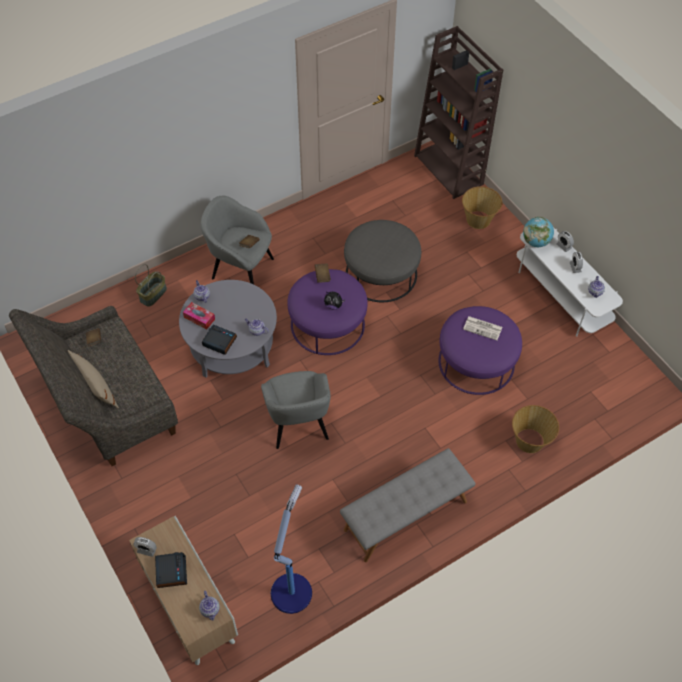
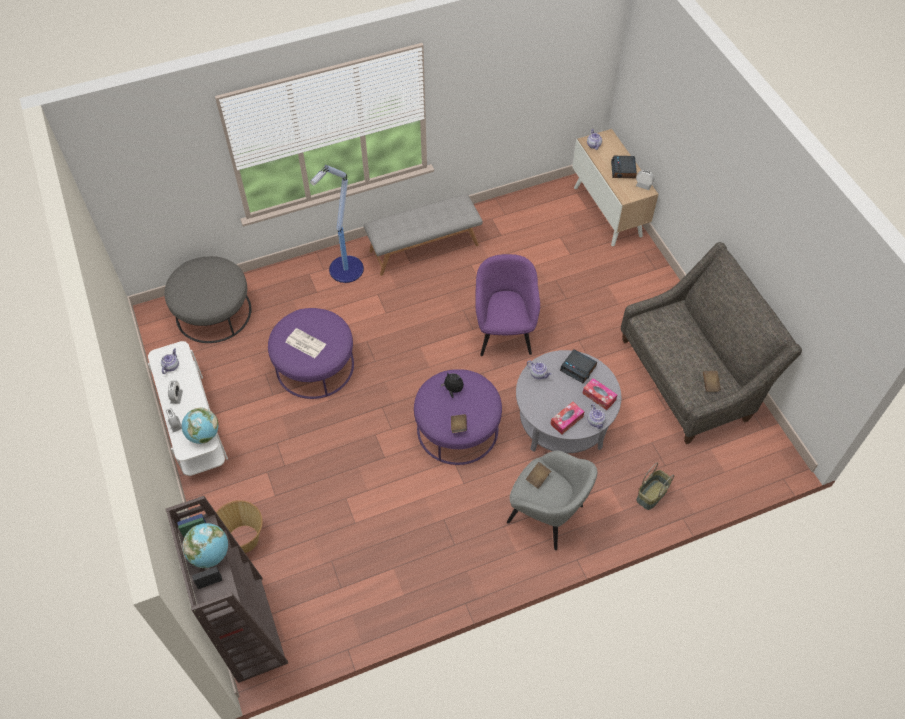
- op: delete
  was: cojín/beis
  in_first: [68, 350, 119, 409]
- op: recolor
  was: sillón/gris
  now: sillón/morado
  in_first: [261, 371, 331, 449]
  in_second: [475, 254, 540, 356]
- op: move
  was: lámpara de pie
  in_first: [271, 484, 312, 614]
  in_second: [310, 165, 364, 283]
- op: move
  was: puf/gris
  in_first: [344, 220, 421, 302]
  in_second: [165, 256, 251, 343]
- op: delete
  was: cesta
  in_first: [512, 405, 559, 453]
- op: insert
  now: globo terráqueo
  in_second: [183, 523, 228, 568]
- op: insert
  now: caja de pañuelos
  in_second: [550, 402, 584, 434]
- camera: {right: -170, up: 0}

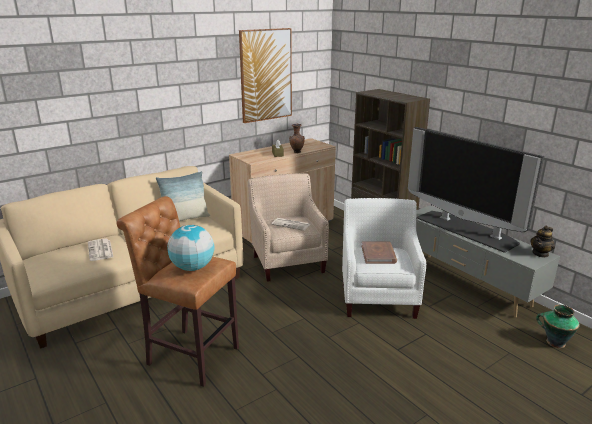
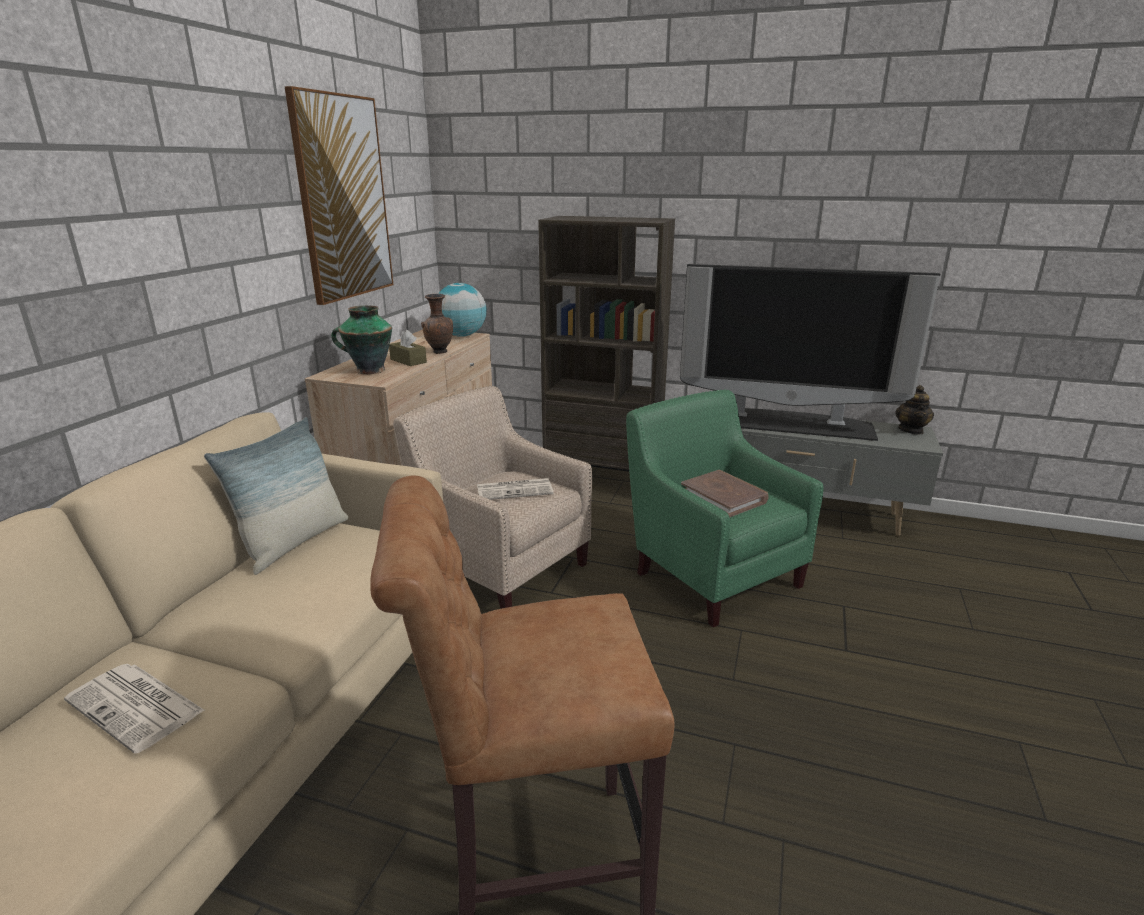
- op: move
  was: globo terráqueo
  in_first: [167, 225, 214, 271]
  in_second: [438, 283, 487, 337]
- op: recolor
  was: sillón/blanco
  now: sillón/verde
  in_first: [342, 198, 426, 319]
  in_second: [626, 389, 823, 628]
- op: move
  was: florero
  in_first: [536, 305, 580, 348]
  in_second: [331, 305, 392, 374]
- camera: {right: -35, up: 0}

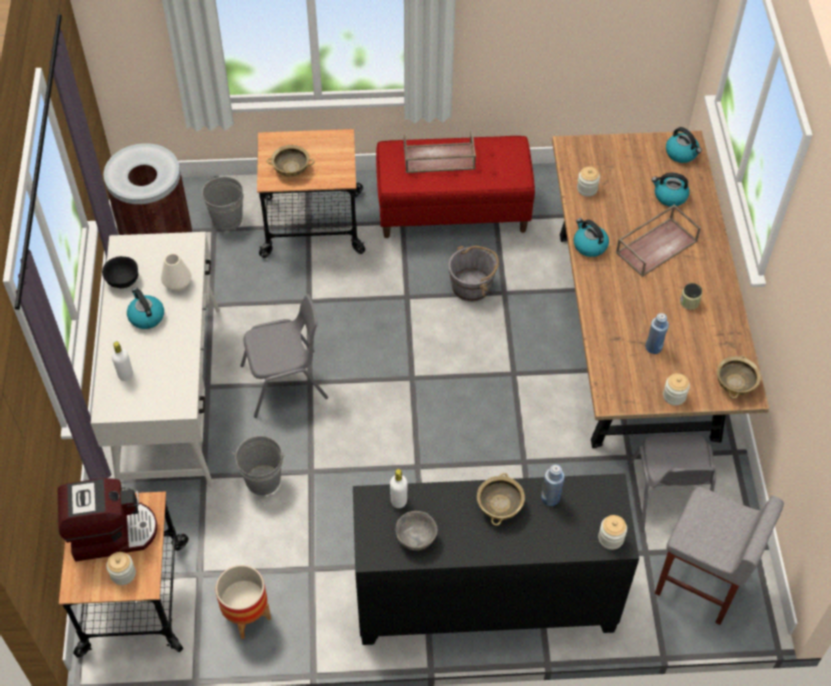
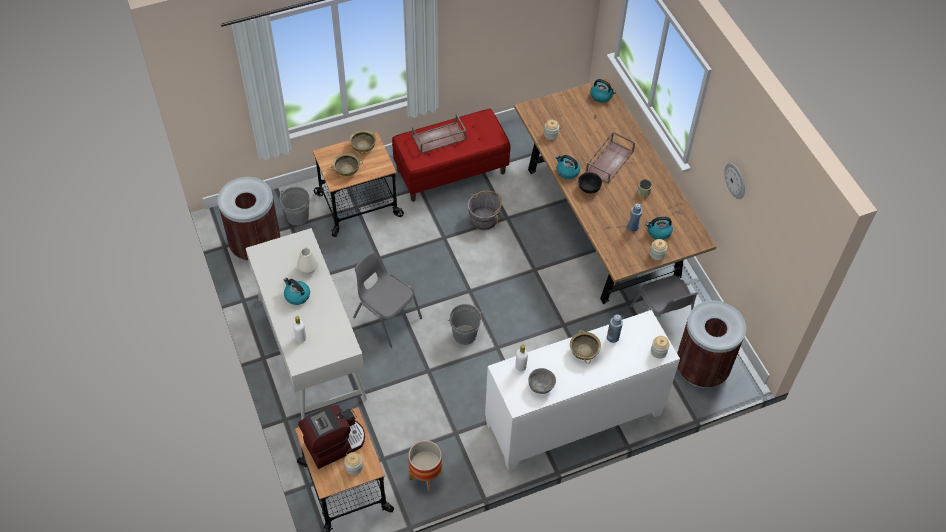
- op: move
  was: cuenco/negro
  in_first: [102, 256, 138, 288]
  in_second: [578, 172, 602, 194]
- op: move
  was: cubo/gris
  in_first: [232, 435, 286, 495]
  in_second: [447, 304, 482, 345]
- op: rotate
  was: silla/gris
  in_first: [241, 294, 328, 418]
  in_second: [353, 251, 422, 348]
  clockwise: -105
- op: recolor
  was: armario/negro
  now: armario/blanco
  in_first: [353, 474, 639, 645]
  in_second: [485, 310, 680, 471]
- op: move
  was: hervidor
  in_first: [651, 173, 689, 207]
  in_second: [645, 217, 673, 240]
- op: replace
  was: taburete/gris
  now: papelera/marrón
  in_first: [655, 487, 784, 625]
  in_second: [677, 300, 746, 388]
- op: move
  was: cuenco/beis
  in_first: [717, 355, 761, 399]
  in_second: [349, 129, 376, 154]
- op: insert
  now: reloj de pared
  in_second: [724, 163, 745, 199]
- camera: {right: -20, up: 0}

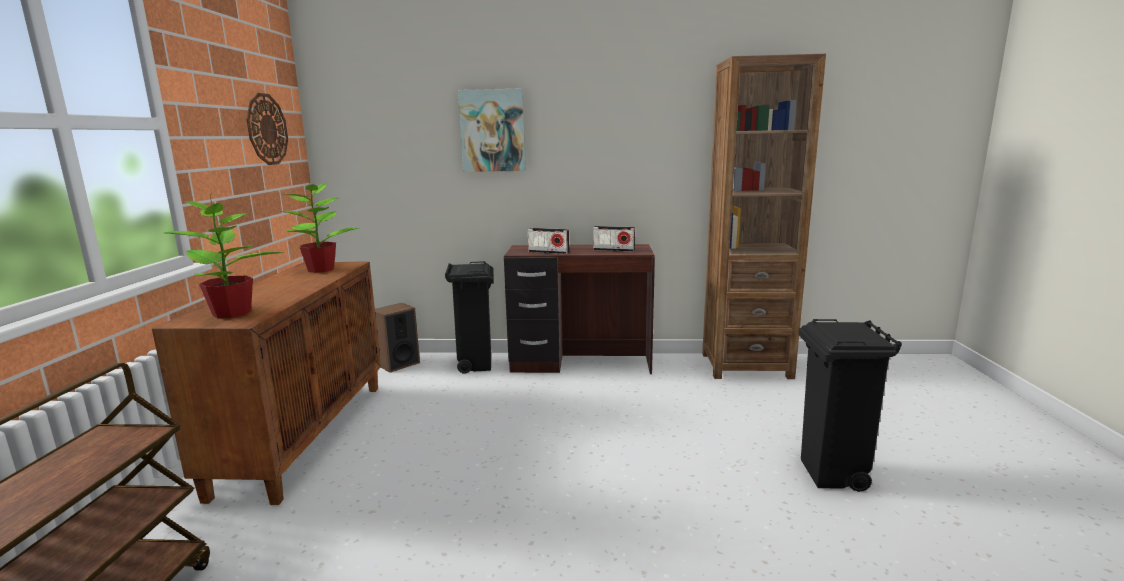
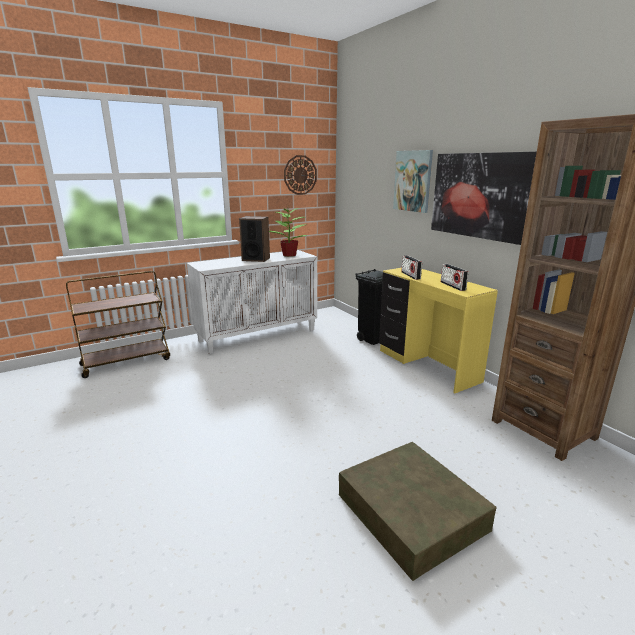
- op: recolor
  was: armario/marrón
  now: armario/blanco
  in_first: [152, 262, 381, 505]
  in_second: [187, 250, 317, 354]
- op: delete
  was: planta en maceta
  in_first: [165, 196, 283, 319]
- op: move
  was: altavoz
  in_first: [375, 303, 420, 373]
  in_second: [239, 216, 270, 262]
- op: recolor
  was: escritorio/marrón
  now: escritorio/amarillo
  in_first: [504, 244, 655, 374]
  in_second: [379, 268, 498, 394]
- op: replace
  was: papelera/negro
  now: caja de almacenaje/marrón
  in_first: [798, 319, 902, 492]
  in_second: [339, 442, 497, 581]
- op: insert
  now: cuadro
  in_second: [431, 152, 537, 245]
- camera: {right: 55, up: 5}

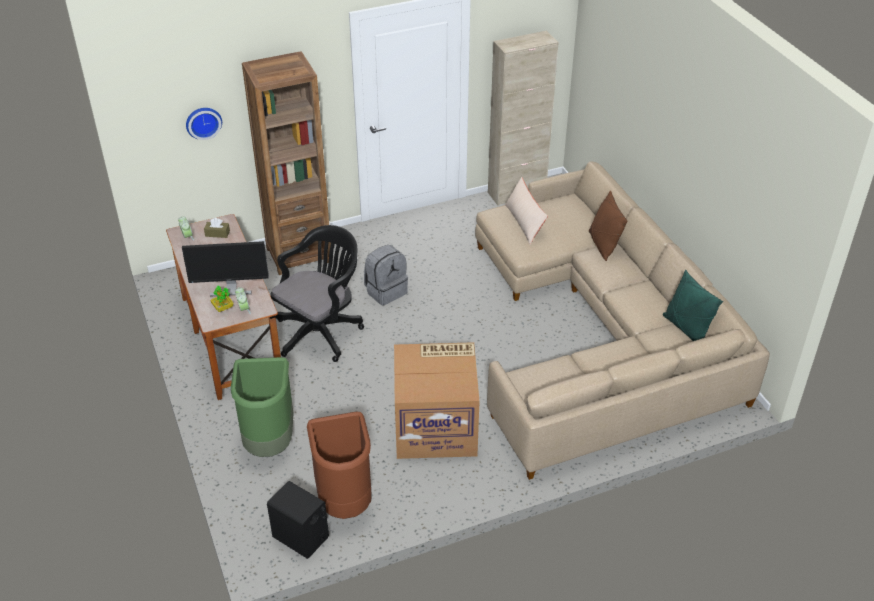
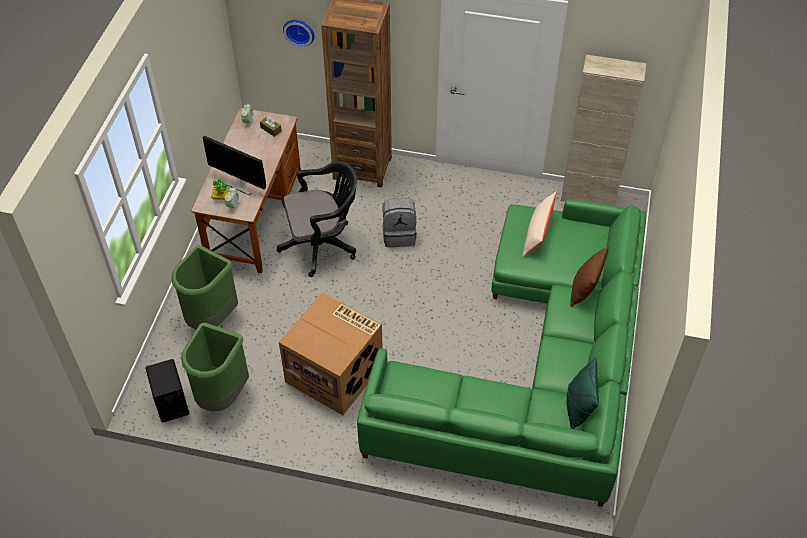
- op: recolor
  was: papelera/marrón
  now: papelera/verde
  in_first: [307, 412, 372, 519]
  in_second: [181, 323, 249, 411]
- op: recolor
  was: sofá/beis
  now: sofá/verde
  in_first: [475, 161, 770, 480]
  in_second: [357, 199, 646, 507]
- camera: {right: 35, up: 10}

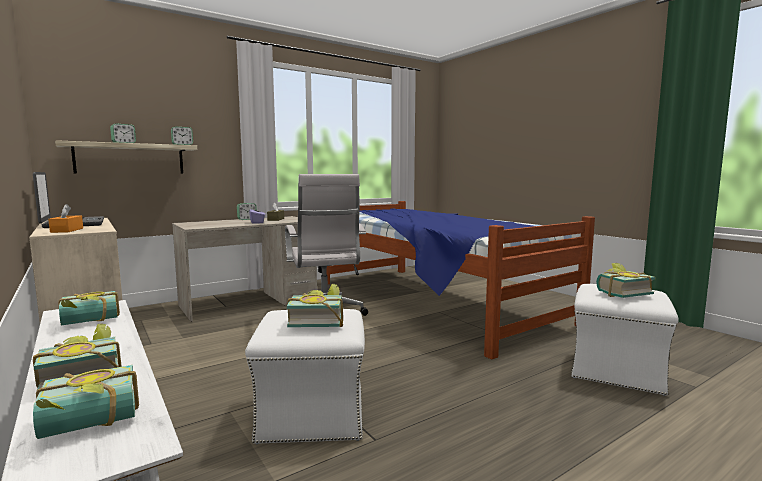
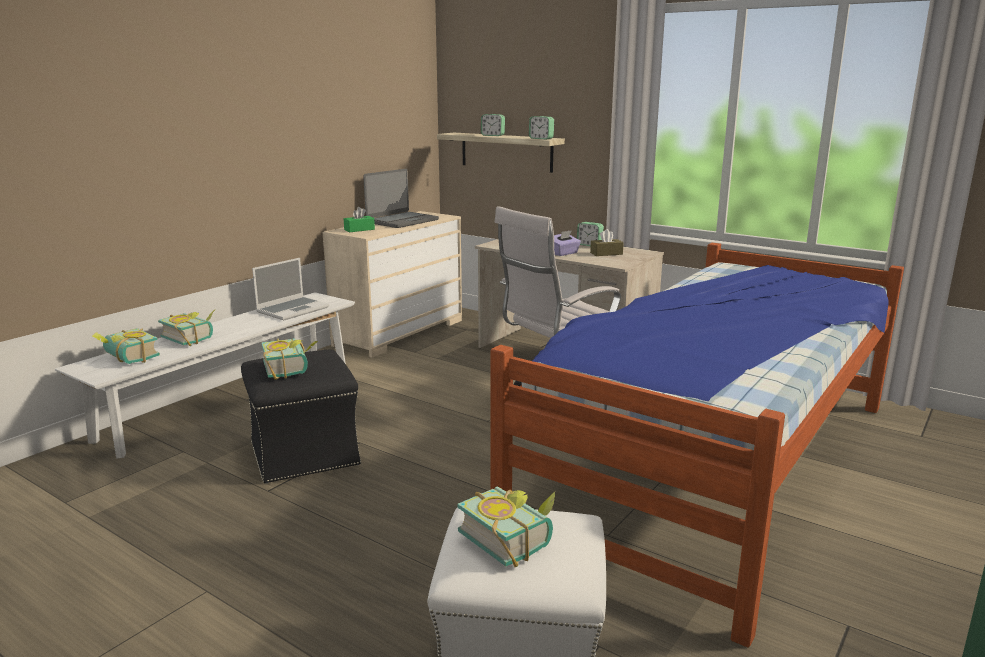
- op: recolor
  was: caja de pañuelos/naranja
  now: caja de pañuelos/verde
  in_first: [48, 204, 83, 233]
  in_second: [344, 207, 375, 232]
- op: replace
  was: libro
  now: portátil
  in_first: [58, 291, 120, 326]
  in_second: [252, 258, 329, 320]
- op: recolor
  was: puf/blanco
  now: puf/negro
  in_first: [245, 309, 365, 444]
  in_second: [241, 350, 361, 483]
- camera: {right: 70, up: 10}

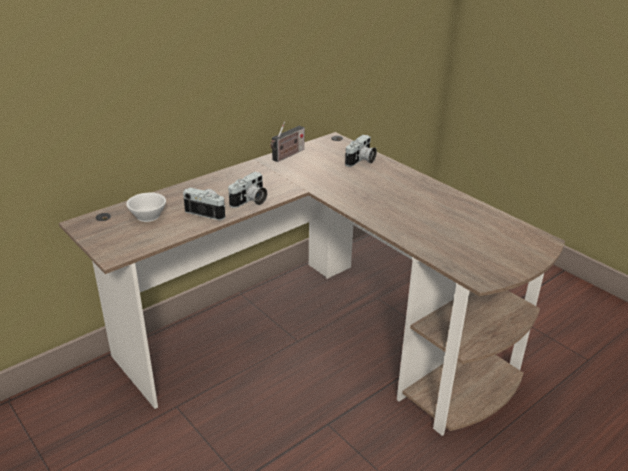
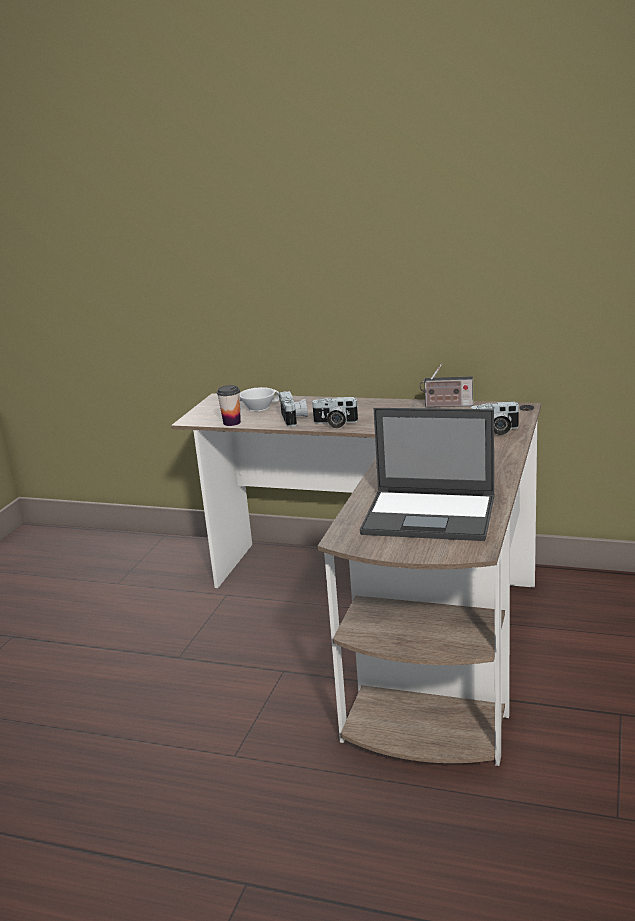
- op: insert
  now: taza
  in_second: [217, 385, 241, 426]
- op: insert
  now: portátil
  in_second: [360, 408, 494, 541]
- camera: {right: 60, up: -10}

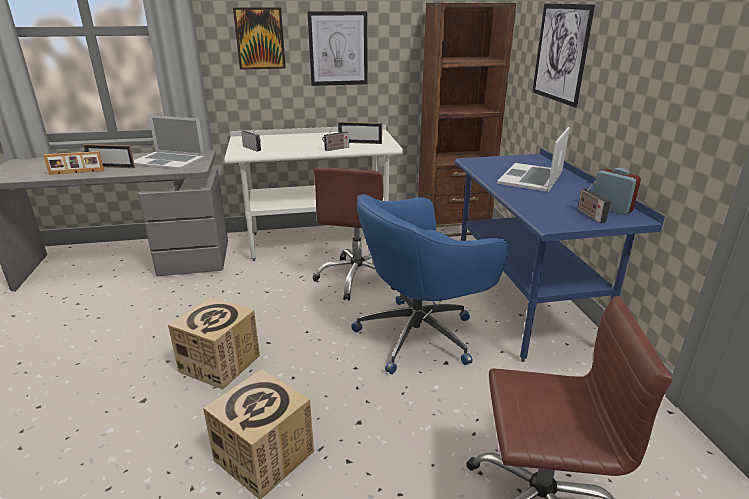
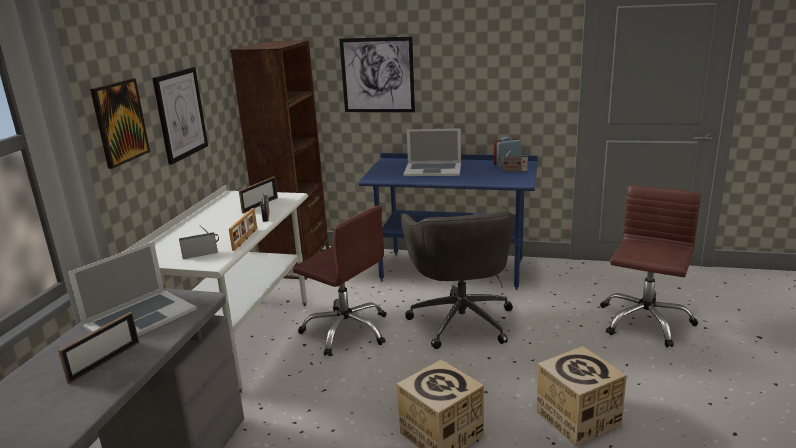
- op: move
  was: portarretratos
  in_first: [43, 151, 104, 175]
  in_second: [229, 208, 257, 251]
- op: recolor
  was: silla de oficina/azul
  now: silla de oficina/gris
  in_first: [351, 194, 508, 374]
  in_second: [401, 206, 514, 349]
- op: rotate
  was: portátil
  in_first: [497, 127, 570, 192]
  in_second: [404, 128, 461, 176]
  clockwise: -45
- camera: {right: -65, up: -5}

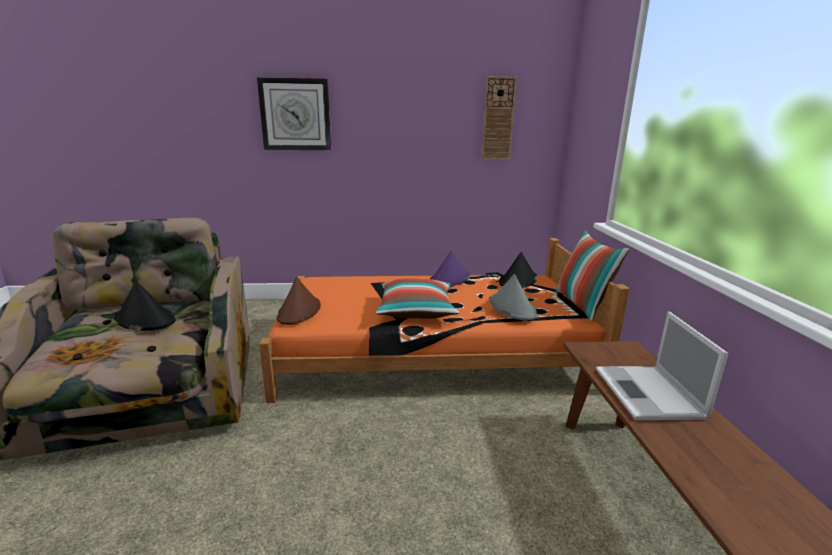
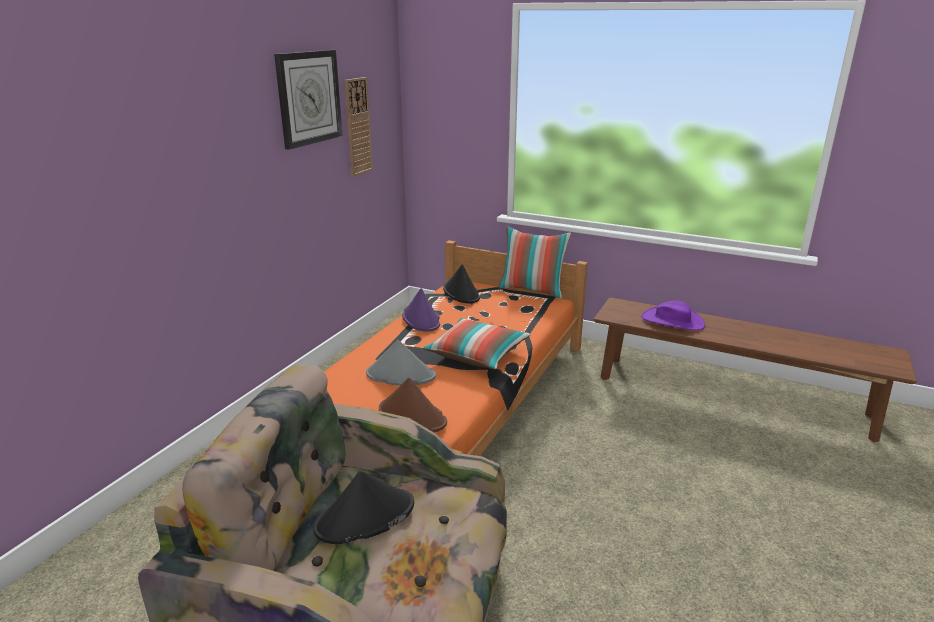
- op: move
  was: reloj de pared
  in_first: [257, 77, 331, 150]
  in_second: [274, 50, 343, 150]
- op: move
  was: sombrero/gris
  in_first: [490, 274, 537, 321]
  in_second: [366, 340, 436, 386]
- op: replace
  was: portátil
  now: sombrero/morado
  in_first: [596, 312, 728, 420]
  in_second: [641, 301, 705, 330]
- camera: {right: -60, up: 5}

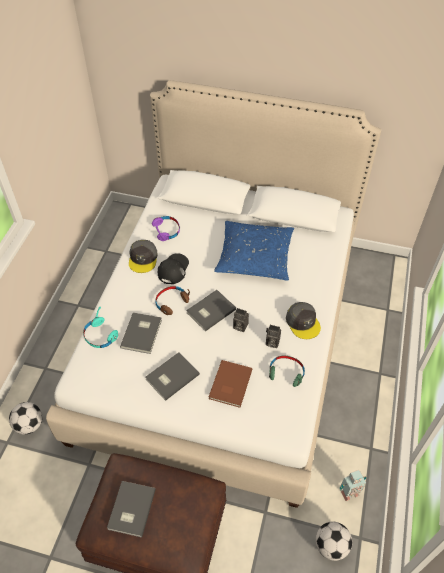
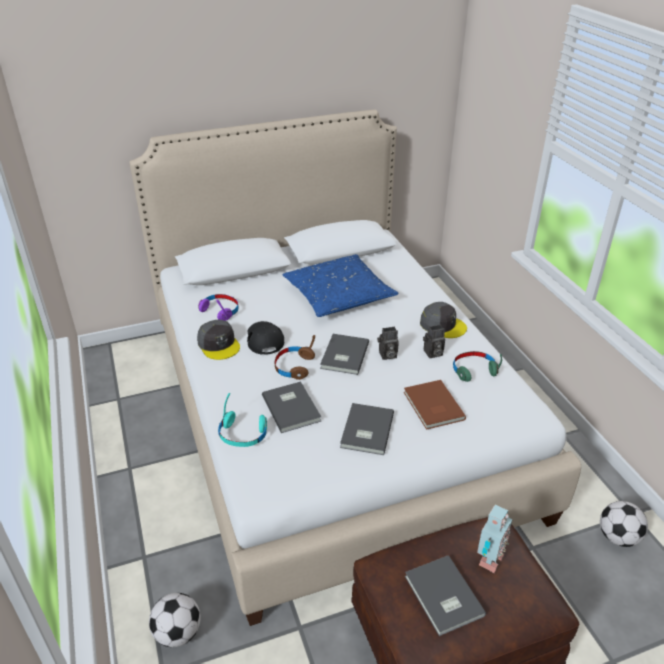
- op: move
  was: robot de juguete
  in_first: [340, 470, 367, 501]
  in_second: [477, 505, 513, 573]
- camera: {right: -35, up: -15}

